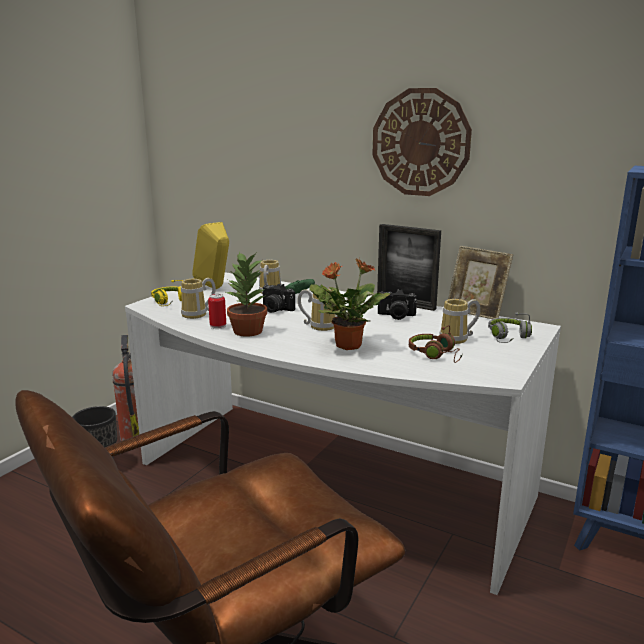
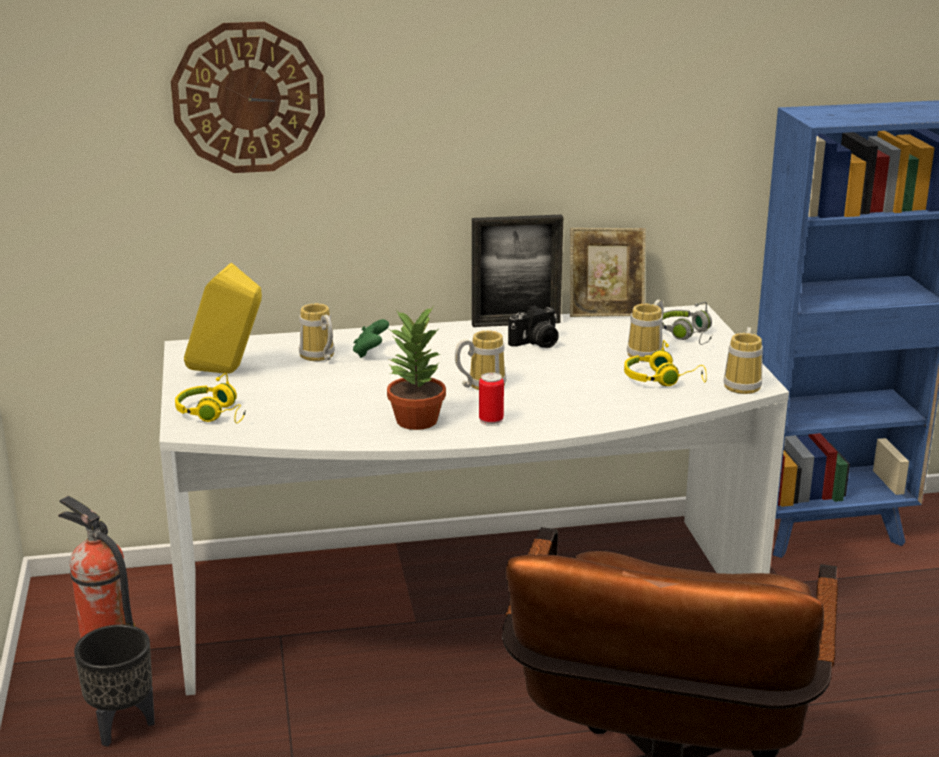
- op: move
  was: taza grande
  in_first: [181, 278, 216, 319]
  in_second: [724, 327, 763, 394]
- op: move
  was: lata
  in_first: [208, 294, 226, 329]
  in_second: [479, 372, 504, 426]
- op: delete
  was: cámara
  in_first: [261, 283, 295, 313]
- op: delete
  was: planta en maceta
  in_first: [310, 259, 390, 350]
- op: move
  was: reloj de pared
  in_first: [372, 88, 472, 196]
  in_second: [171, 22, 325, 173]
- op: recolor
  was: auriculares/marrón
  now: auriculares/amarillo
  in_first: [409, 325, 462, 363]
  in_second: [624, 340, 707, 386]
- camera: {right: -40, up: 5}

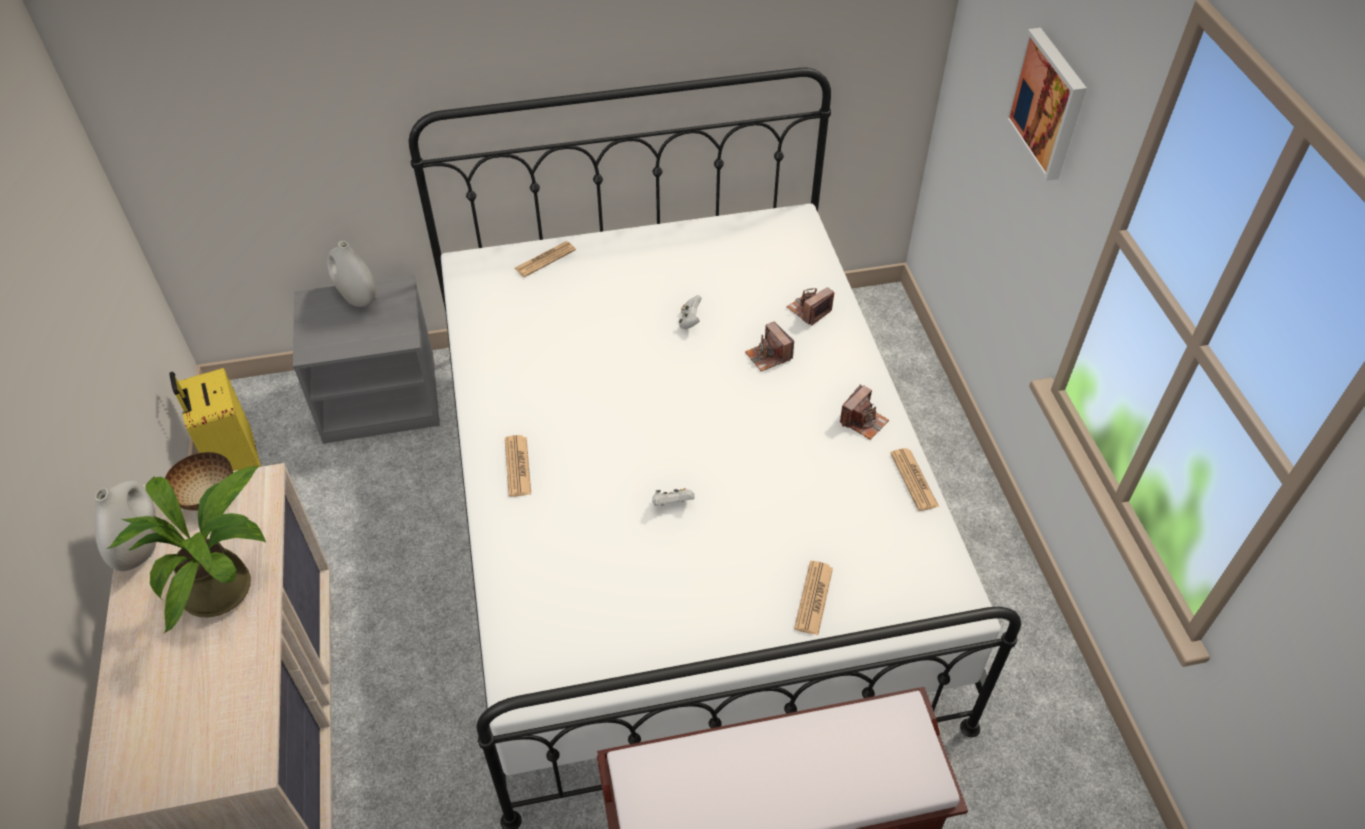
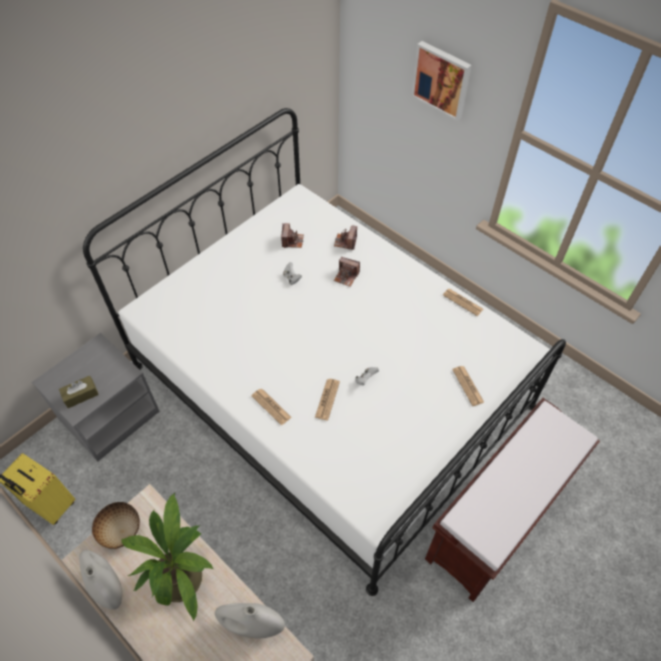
- op: move
  was: florero/blanco
  in_first: [327, 241, 376, 307]
  in_second: [215, 603, 285, 638]
- op: move
  was: periódico
  in_first: [514, 241, 576, 277]
  in_second: [315, 379, 340, 420]
- op: move
  was: cámara
  in_first: [840, 384, 889, 440]
  in_second: [281, 223, 304, 248]
- op: insert
  now: caja de pañuelos/marrón
  in_second: [59, 376, 99, 408]
- camera: {right: -35, up: 5}

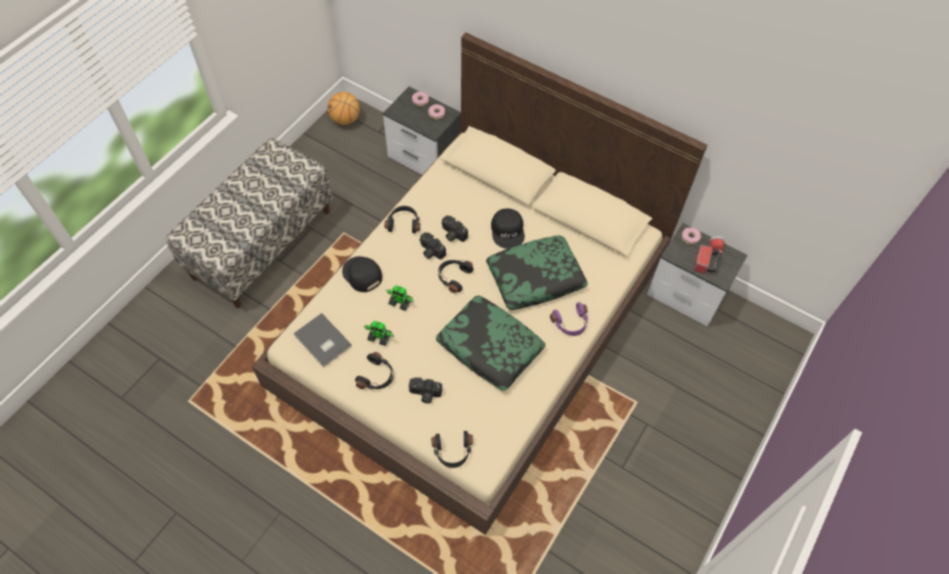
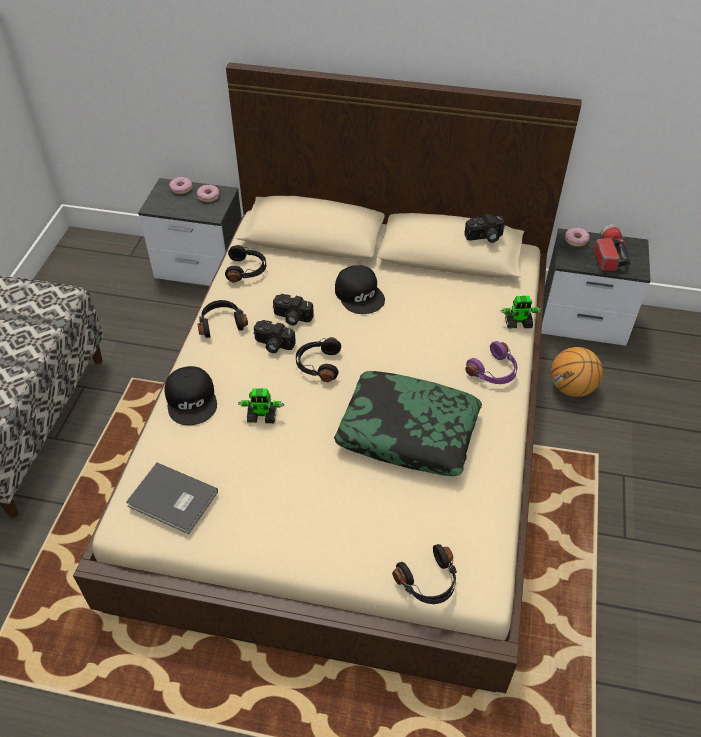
- op: move
  was: balón de baloncesto
  in_first: [327, 92, 360, 125]
  in_second: [551, 347, 603, 397]
- op: rotate
  was: gorra/negro
  in_first: [342, 256, 382, 292]
  in_second: [164, 366, 217, 425]
  clockwise: -135
- op: move
  was: auriculares/negro
  in_first: [355, 352, 394, 390]
  in_second: [225, 245, 266, 282]
- op: move
  was: robot de juguete
  in_first: [364, 321, 394, 346]
  in_second: [500, 296, 542, 329]
- op: move
  was: cámara
  in_first: [409, 377, 442, 404]
  in_second: [464, 214, 505, 243]
- op: delete
  was: cojín
  in_first: [486, 235, 588, 310]
- camera: {right: -20, up: -10}

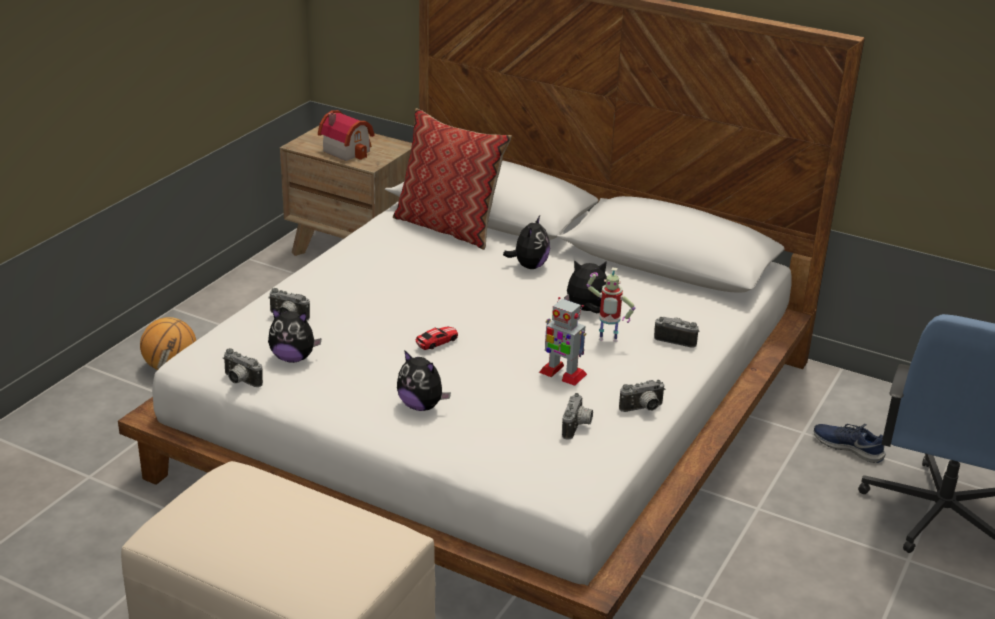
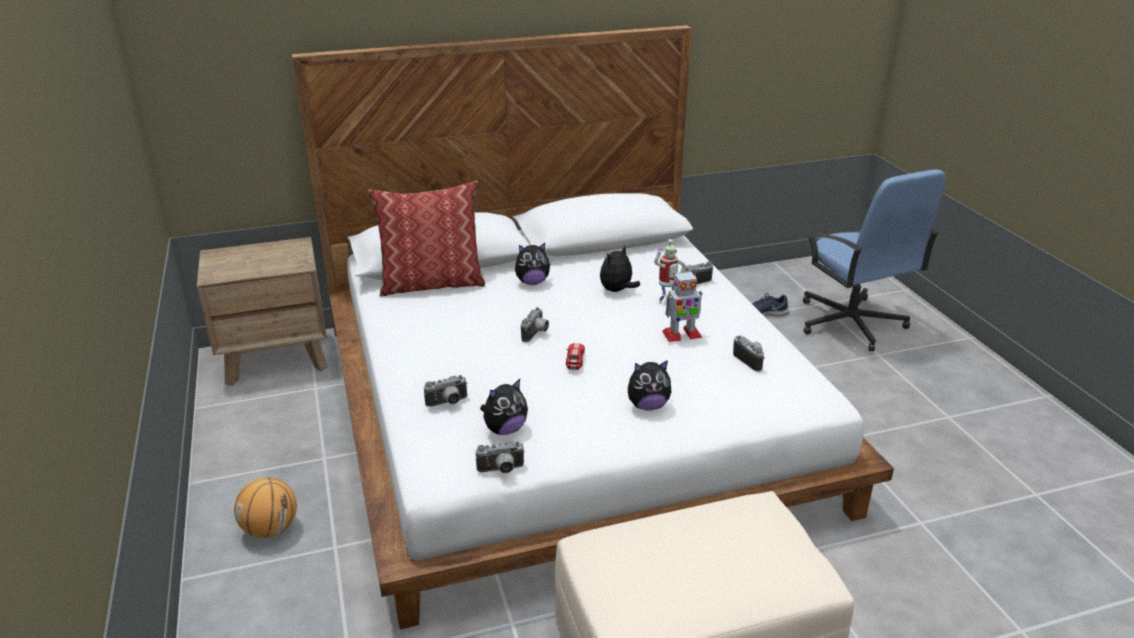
- op: delete
  was: casita
  in_first: [318, 110, 375, 161]
- op: rotate
  was: peluche
  in_first: [503, 216, 550, 269]
  in_second: [515, 243, 551, 285]
  clockwise: 105
- op: move
  was: cámara
  in_first: [619, 380, 665, 412]
  in_second: [521, 307, 549, 342]
- camera: {right: -45, up: 0}

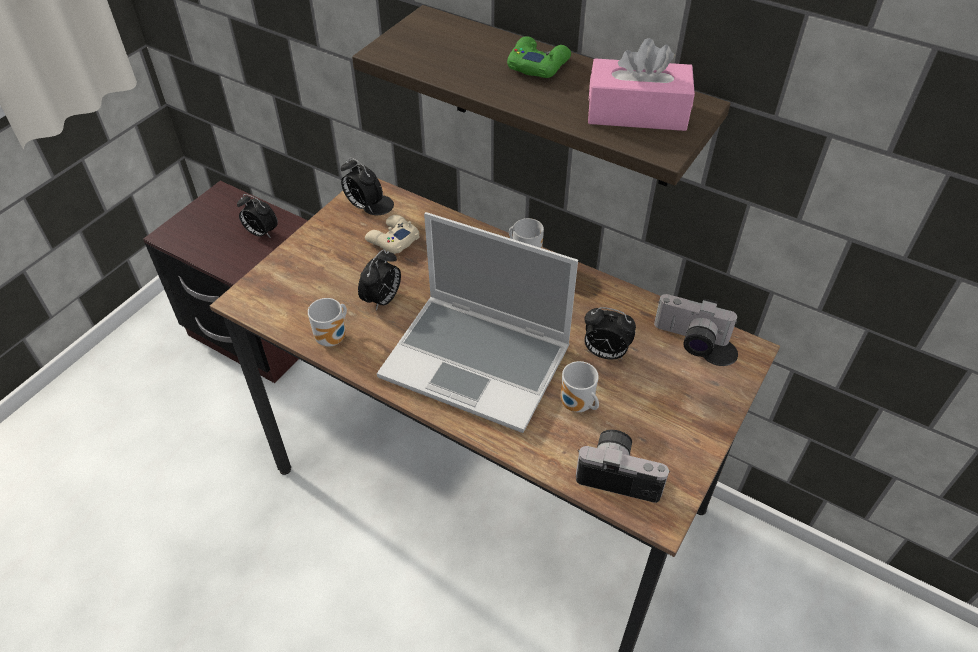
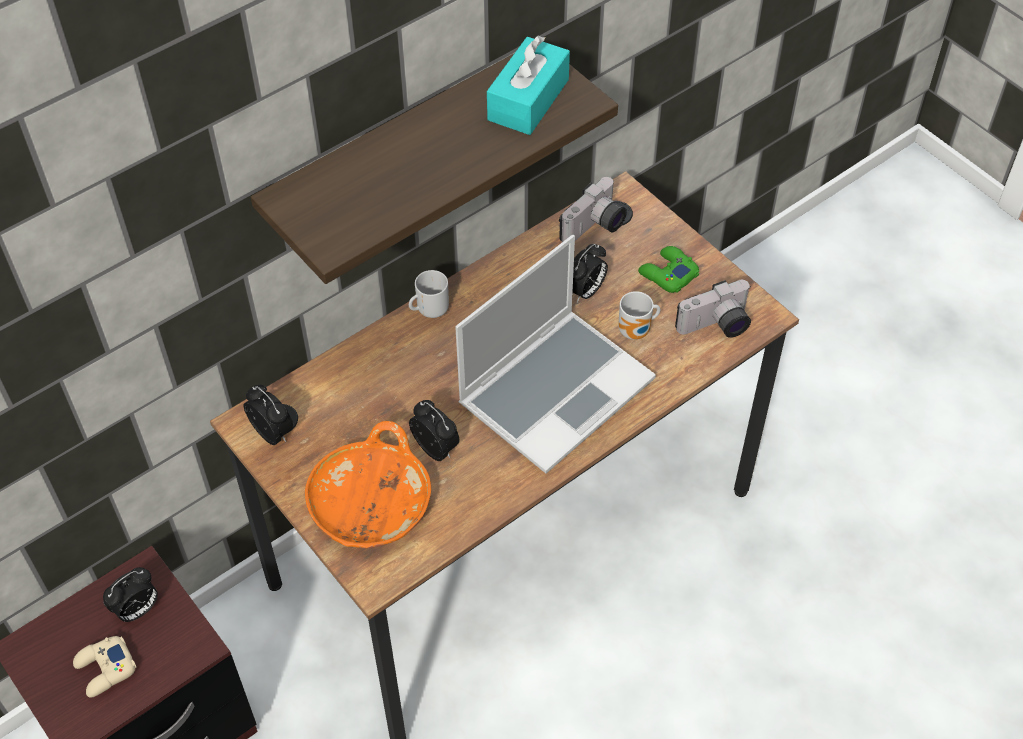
- op: delete
  was: taza grande
  in_first: [308, 298, 347, 347]
- op: rotate
  was: despertador
  in_first: [341, 157, 383, 213]
  in_second: [244, 384, 293, 445]
  clockwise: -105
- op: move
  was: mando de consola/beis
  in_first: [365, 215, 419, 254]
  in_second: [73, 636, 137, 698]
- op: move
  was: mando de consola/verde
  in_first: [507, 36, 571, 78]
  in_second: [638, 246, 699, 293]
- op: rotate
  was: cámara
  in_first: [576, 430, 669, 503]
  in_second: [675, 280, 751, 338]
  clockwise: -150
- op: recolor
  was: caja de pañuelos/rosa
  now: caja de pañuelos/turquesa
  in_first: [588, 38, 695, 131]
  in_second: [487, 35, 570, 135]
- op: insert
  now: cuenco/naranja
  in_second: [305, 421, 431, 549]
- camera: {right: -70, up: 5}

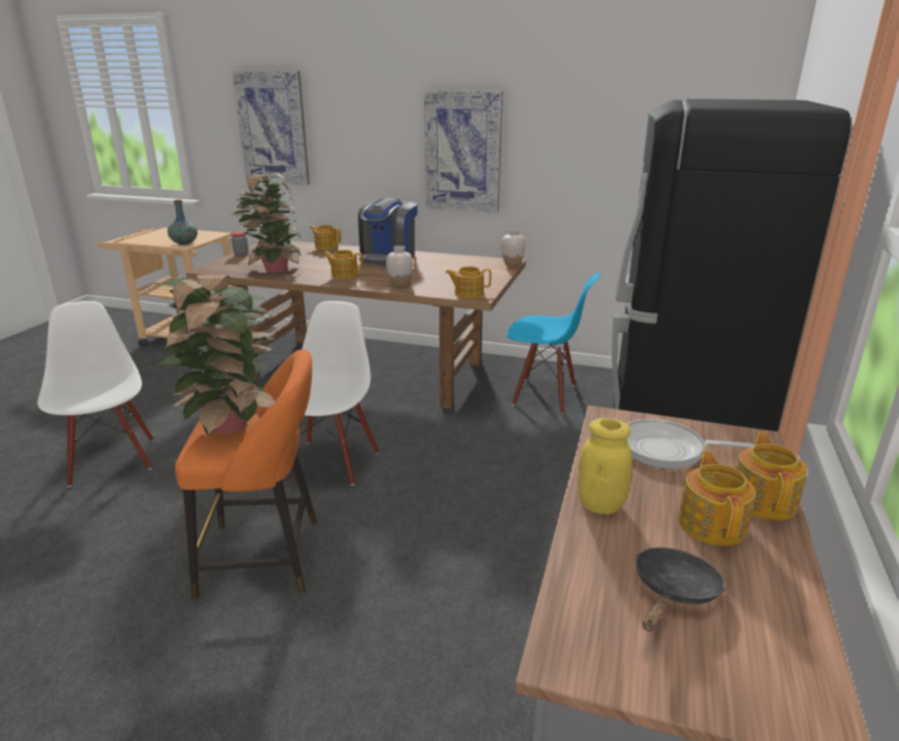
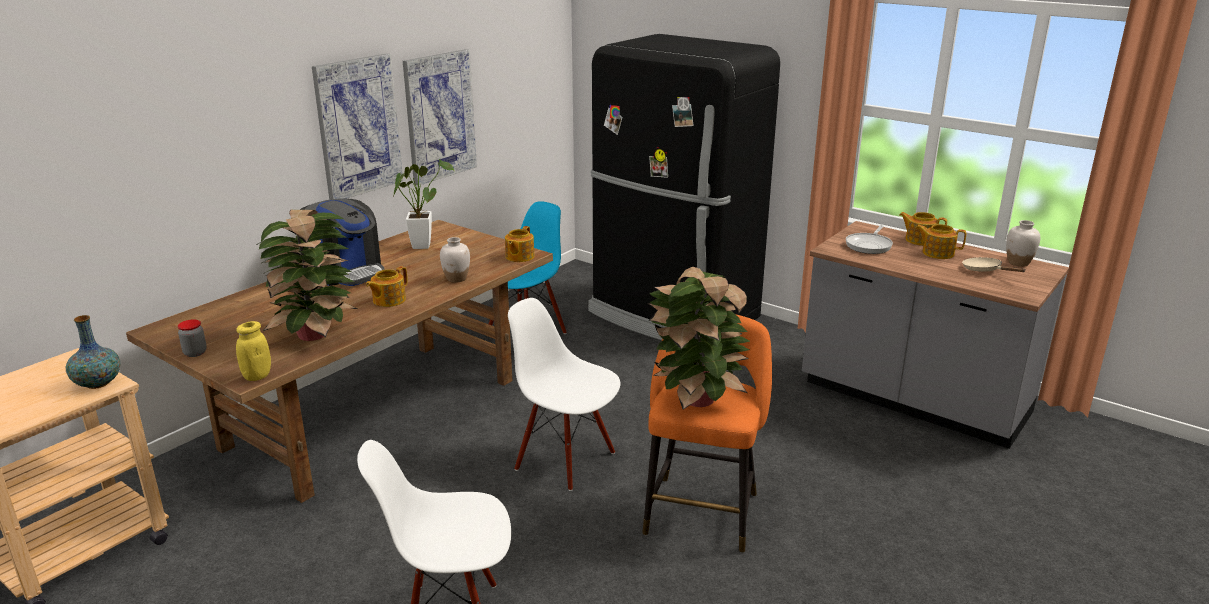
- op: move
  was: cuadro
  in_first: [232, 71, 310, 185]
  in_second: [403, 49, 477, 186]
- op: delete
  was: tetera
  in_first: [309, 225, 341, 250]
- op: move
  was: florero/blanco
  in_first: [501, 229, 526, 266]
  in_second: [1006, 220, 1040, 267]
- op: move
  was: tarro/amarillo
  in_first: [578, 418, 632, 514]
  in_second: [236, 321, 271, 381]
- op: recolor
  was: sartén/negro
  now: sartén/beis
  in_first: [636, 547, 725, 632]
  in_second: [962, 257, 1026, 272]
- op: insert
  now: planta en maceta
  in_second: [394, 159, 454, 249]
- camera: {right: -70, up: 0}

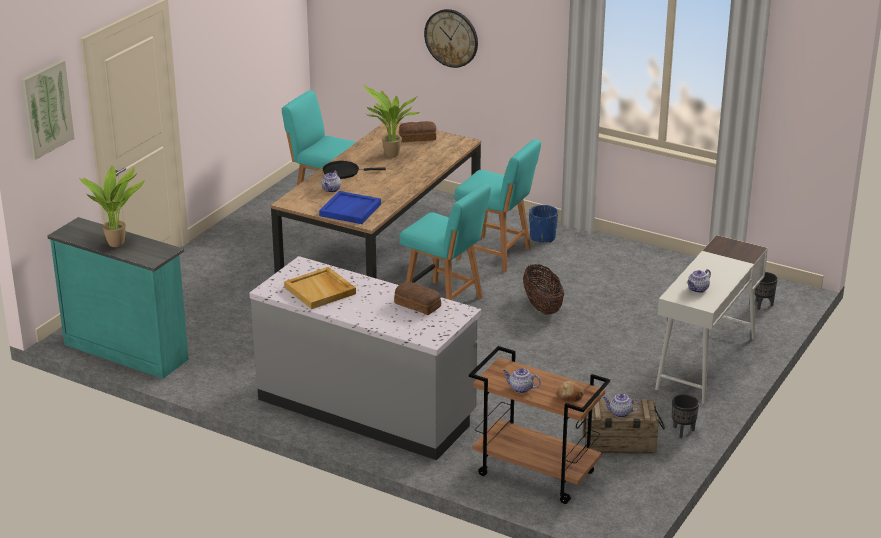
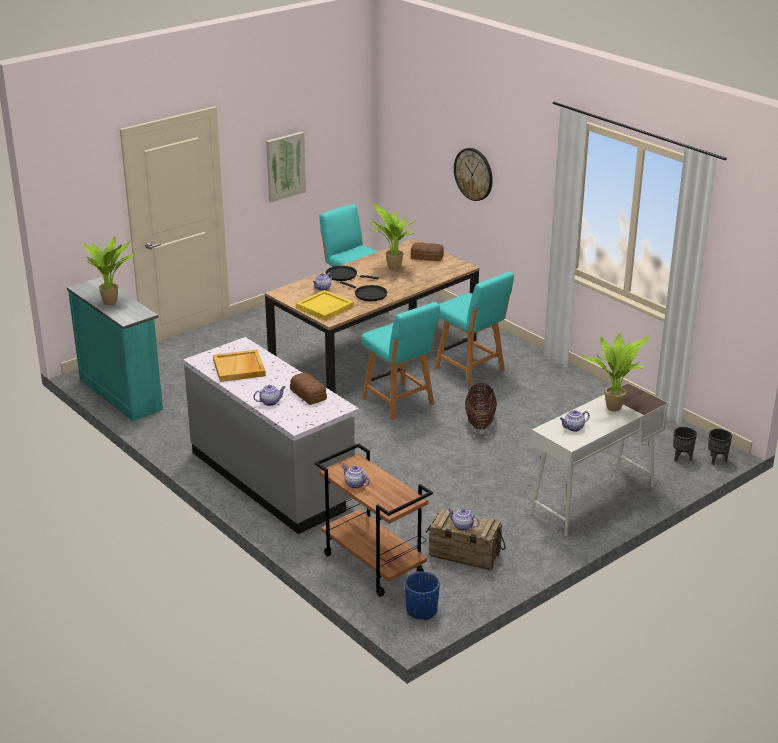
- op: move
  was: cuadro
  in_first: [20, 60, 75, 160]
  in_second: [266, 132, 306, 202]
- op: recolor
  was: bandeja/azul
  now: bandeja/amarillo
  in_first: [319, 191, 381, 224]
  in_second: [296, 290, 354, 321]
- op: move
  was: maceta/azul
  in_first: [529, 205, 558, 243]
  in_second: [405, 571, 440, 621]
- op: delete
  was: pan
  in_first: [557, 381, 584, 402]
- op: move
  was: maceta/negro
  in_first: [672, 394, 699, 438]
  in_second: [708, 429, 732, 465]
- op: insert
  now: tetera
  in_second: [253, 385, 286, 406]
- op: insert
  now: sartén/negro
  in_second: [340, 281, 387, 301]
- op: insert
  now: planta en maceta
  in_second: [582, 333, 650, 412]
- camera: {right: 20, up: 0}

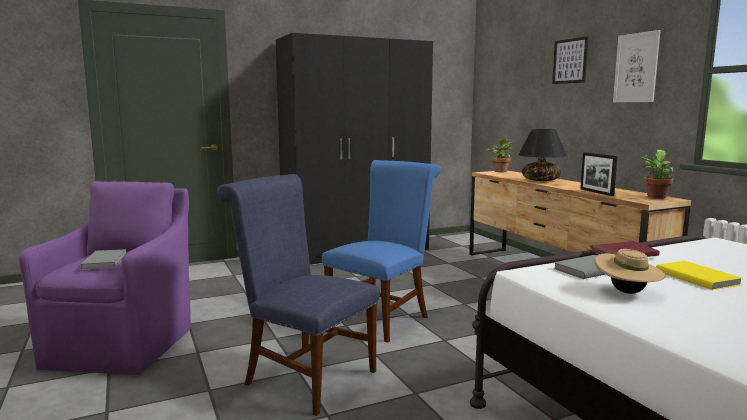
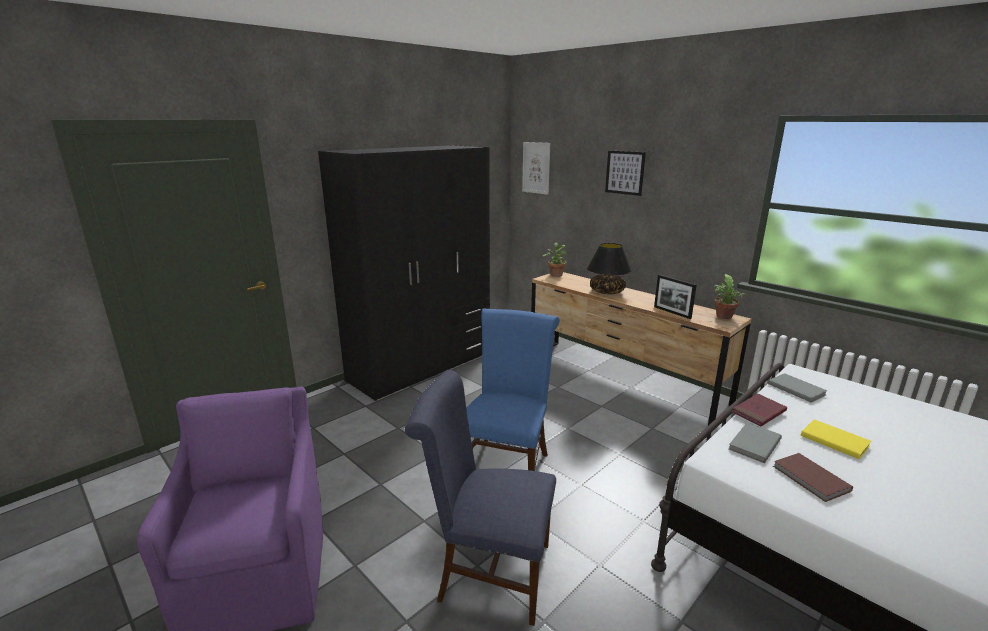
- op: move
  was: libro/gris
  in_first: [79, 249, 127, 270]
  in_second: [768, 373, 827, 403]
- op: replace
  was: sombrero/beis
  now: libro/marrón
  in_first: [595, 249, 665, 294]
  in_second: [773, 453, 853, 502]
- op: move
  was: cuadro
  in_first: [613, 30, 661, 102]
  in_second: [522, 142, 550, 195]
- camera: {right: -20, up: 10}

